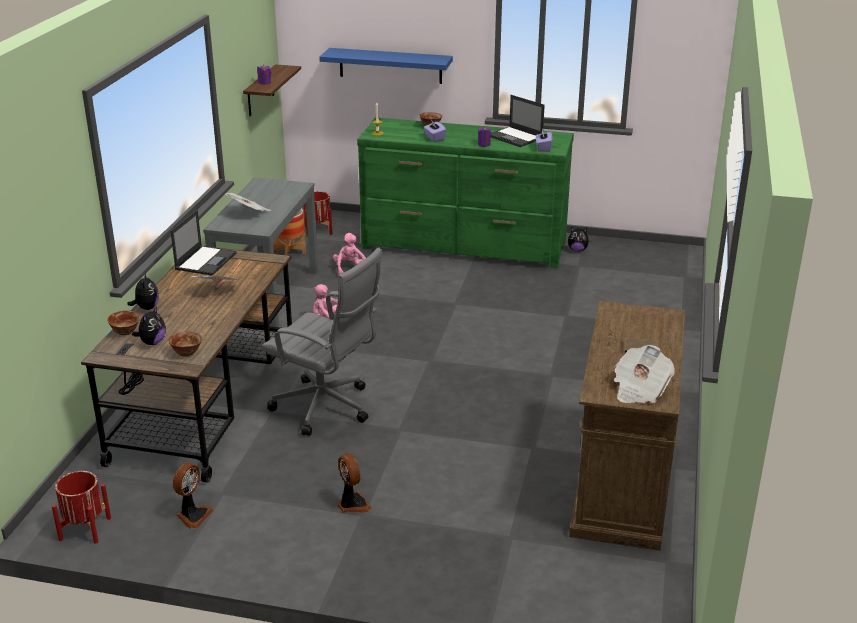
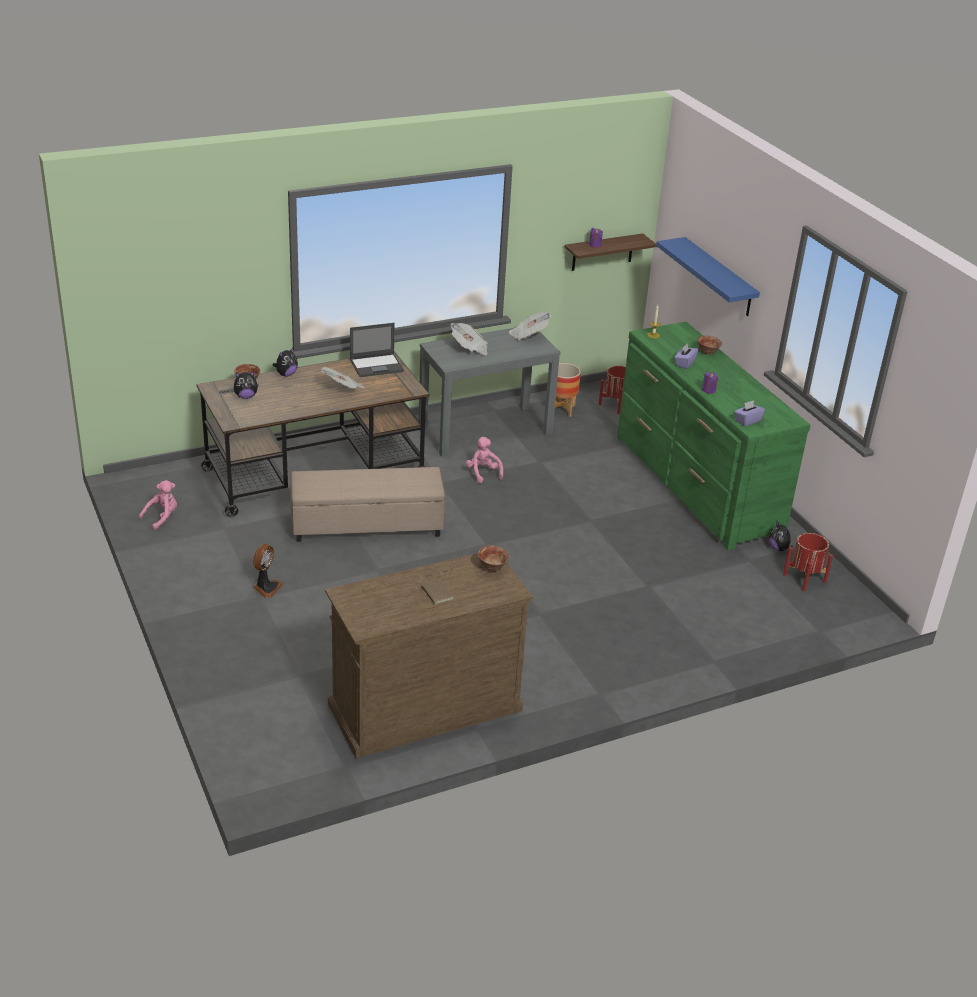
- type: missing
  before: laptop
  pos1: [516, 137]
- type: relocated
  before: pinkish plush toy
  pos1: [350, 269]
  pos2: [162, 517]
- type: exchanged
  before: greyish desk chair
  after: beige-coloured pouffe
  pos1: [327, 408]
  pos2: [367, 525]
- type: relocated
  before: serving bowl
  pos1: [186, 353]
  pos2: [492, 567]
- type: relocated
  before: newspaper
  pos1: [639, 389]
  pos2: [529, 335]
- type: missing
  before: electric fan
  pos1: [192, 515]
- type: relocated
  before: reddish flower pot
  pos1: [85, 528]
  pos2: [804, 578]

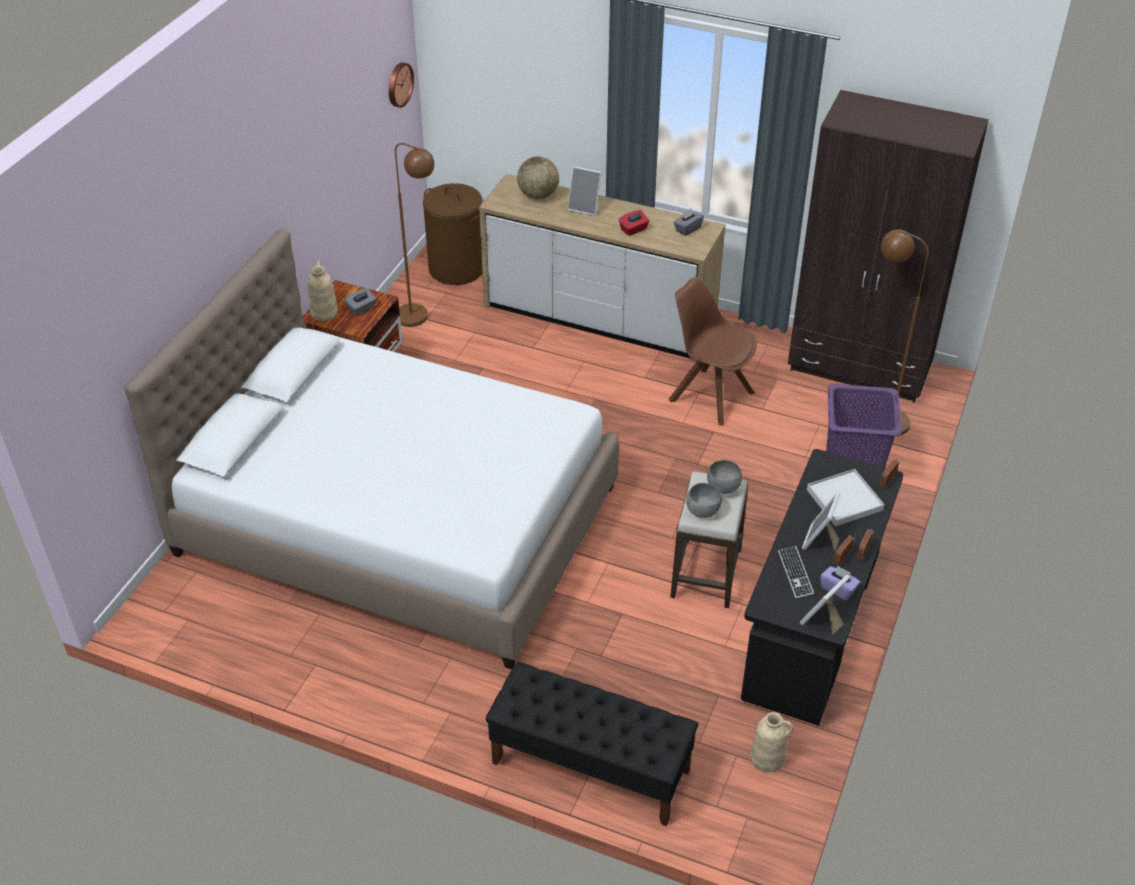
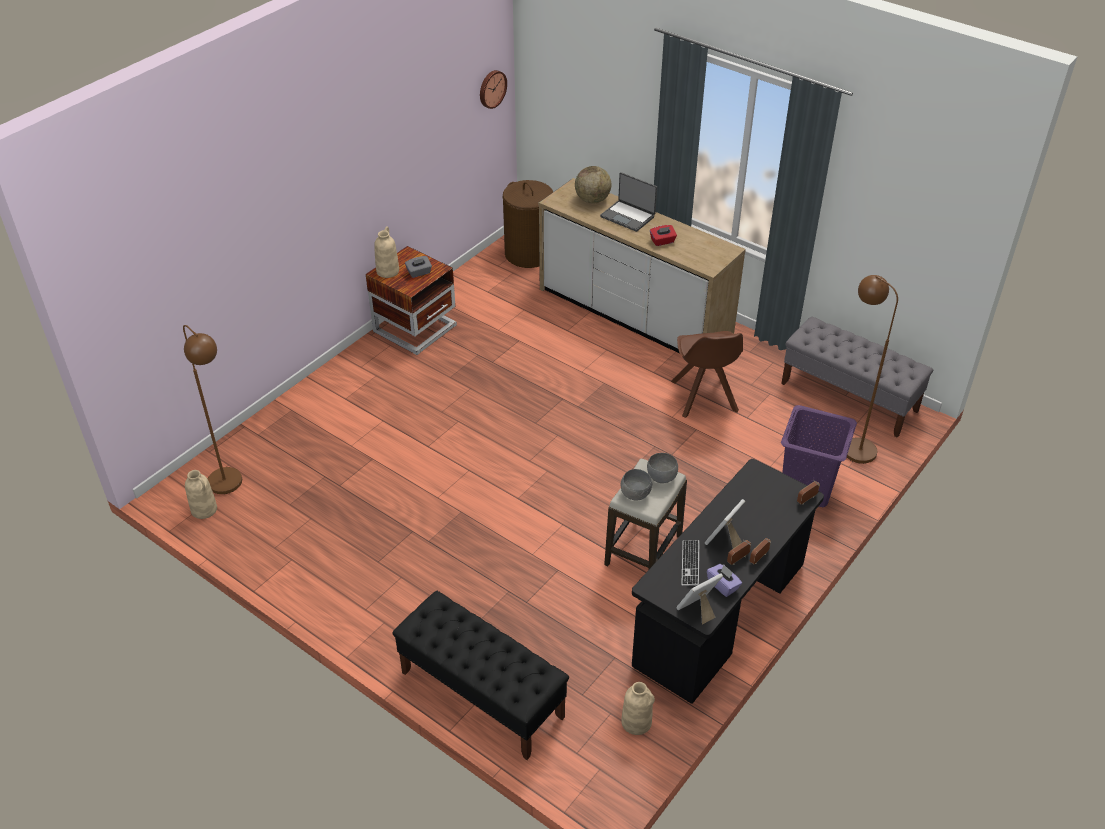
- type: exchanged
  before: brownish armoire
  after: greyish long seat
  pos1: [860, 368]
  pos2: [849, 397]
- type: relocated
  before: brownish standing lamp
  pos1: [419, 320]
  pos2: [231, 488]
- type: exchanged
  before: picture frame
  after: laptop
  pos1: [585, 207]
  pos2: [628, 216]
- type: missing
  before: greyish tissue holder
  pos1: [687, 229]
- type: missing
  before: white-coloured bed
  pos1: [397, 519]
- type: spun
  before: brownish plain chair
  pos1: [709, 395]
  pos2: [704, 397]
  turn: -150
- type: missing
  before: white-coloured serving tray
  pos1: [844, 500]
- type: appeared
  after: beige-coloured decorative vase
  pos2: [204, 509]

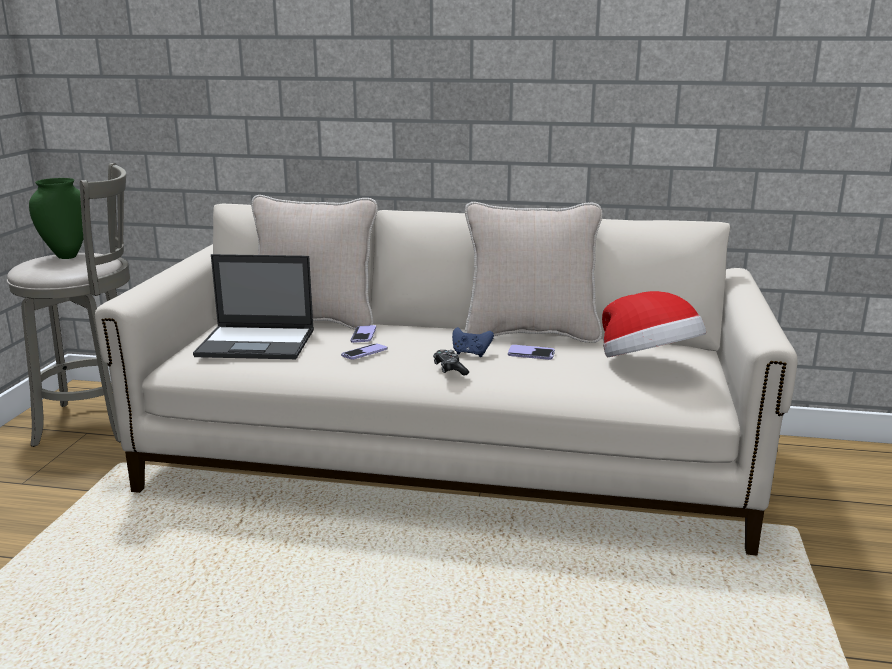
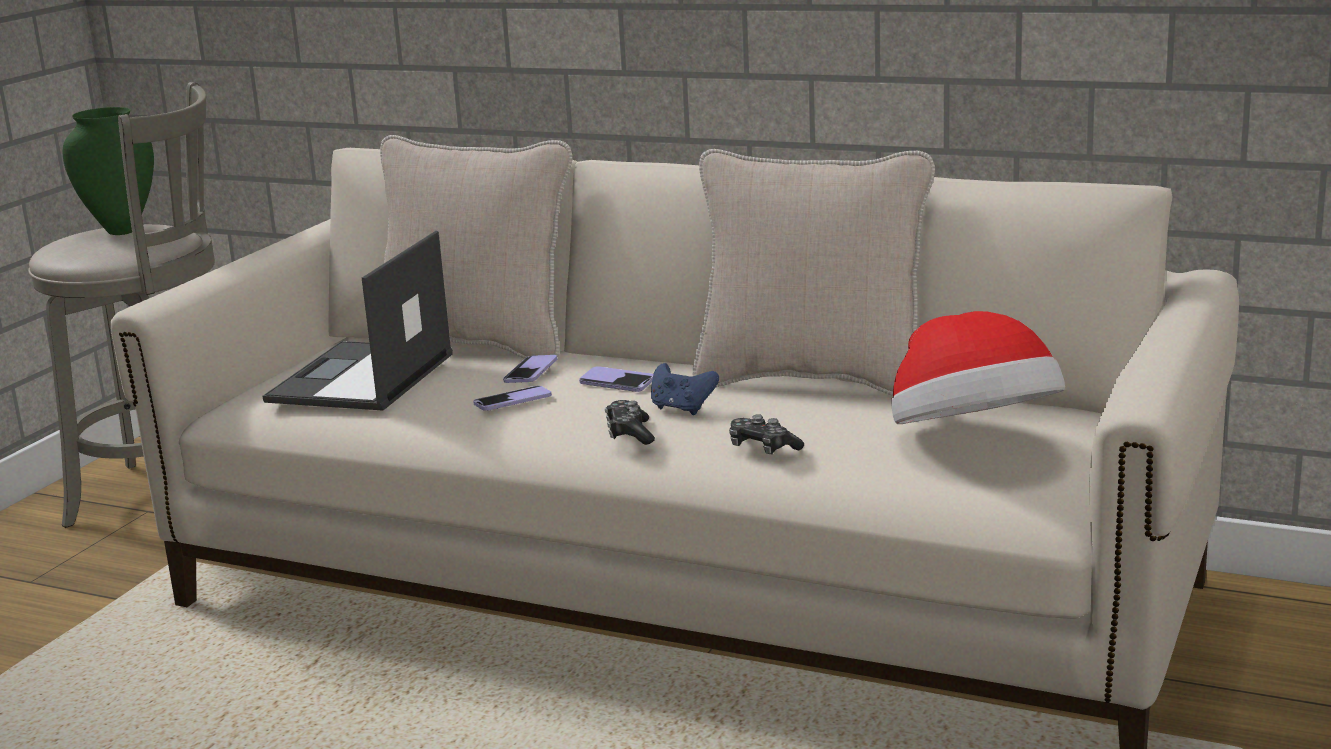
- type: spun
  before: laptop
  pos1: [258, 343]
  pos2: [361, 378]
  turn: 90
- type: relocated
  before: telephone
  pos1: [531, 354]
  pos2: [617, 382]
- type: appeared
  after: gamepad
  pos2: [763, 448]

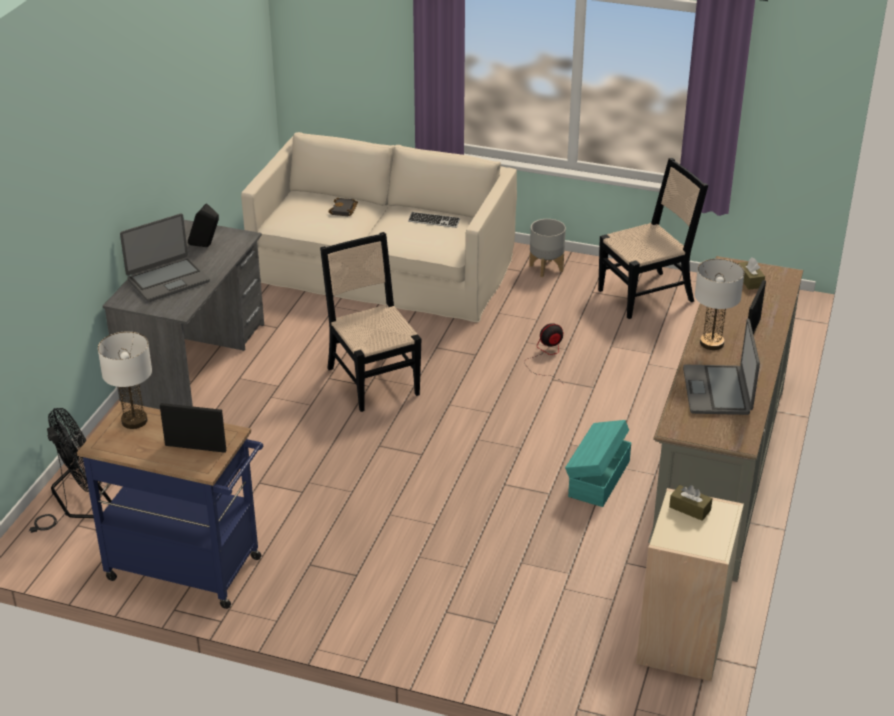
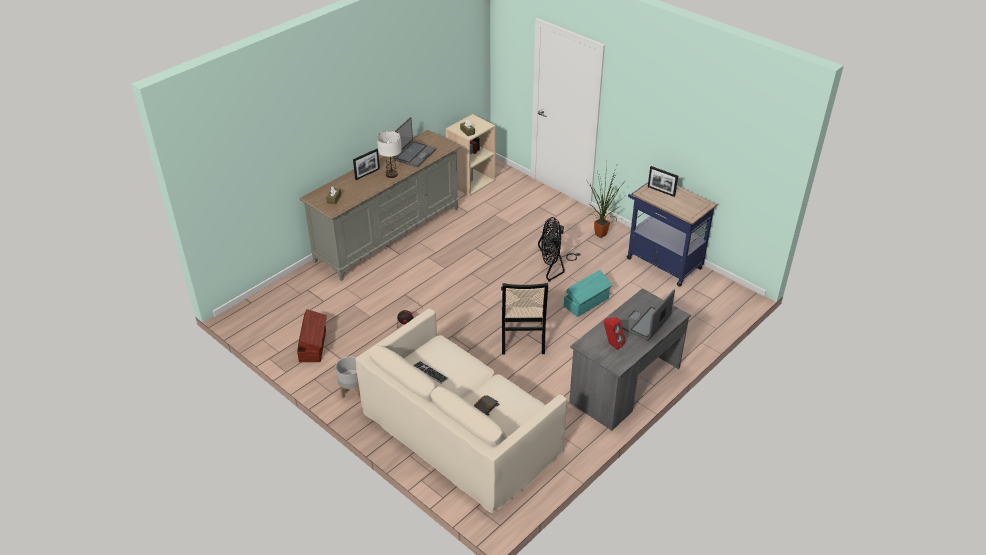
- type: exchanged
  before: plain chair
  after: brownish storage container
  pos1: [645, 296]
  pos2: [313, 345]
- type: colour
  before: black-coloured speaker
  after: reddish speaker
  pos1: [206, 246]
  pos2: [612, 344]
- type: spun
  before: laptop
  pos1: [167, 280]
  pos2: [645, 322]
  turn: -45
- type: missing
  before: table lamp
  pos1: [135, 421]
- type: relocated
  before: black-coloured electric fan
  pos1: [74, 501]
  pos2: [554, 263]
- type: relocated
  before: blue-green storage container
  pos1: [597, 479]
  pos2: [587, 302]
- type: appeared
  after: houseplant
  pos2: [602, 236]

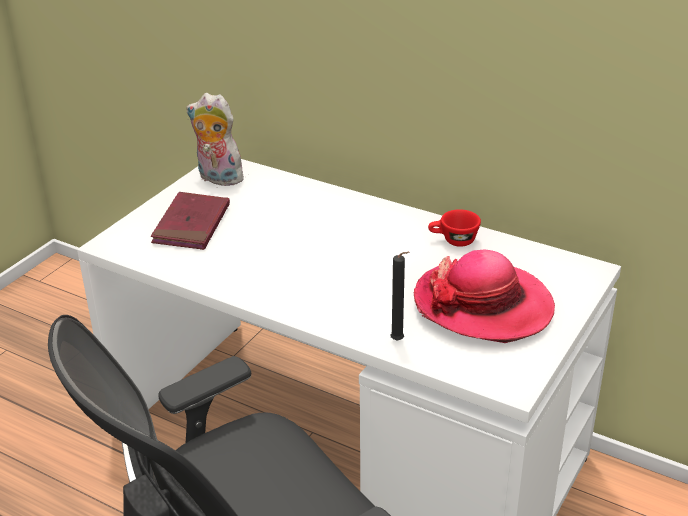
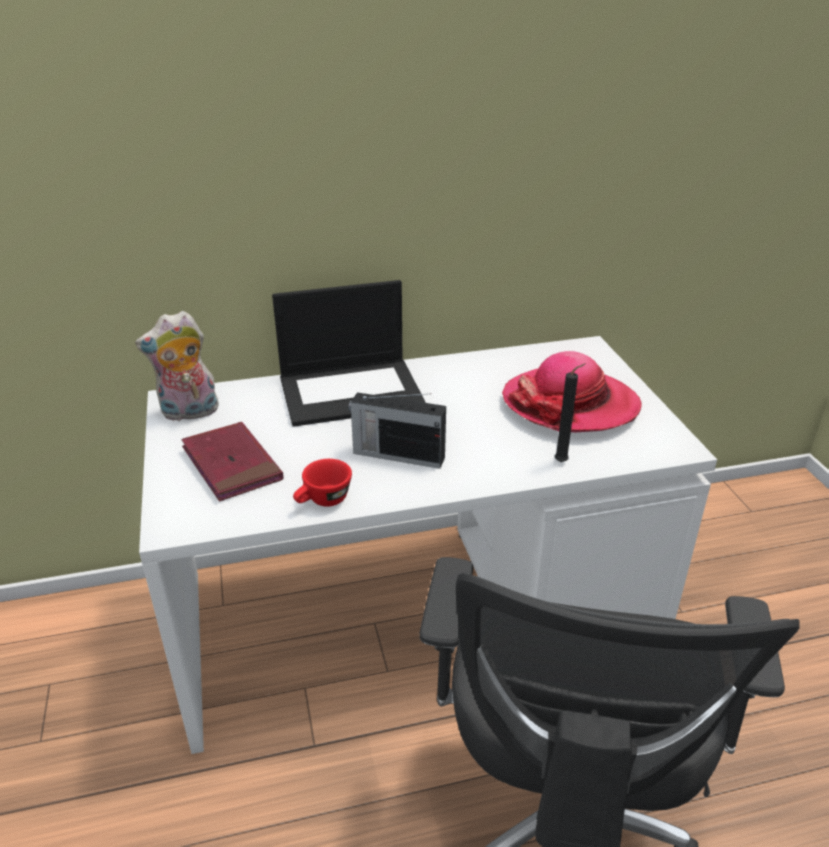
- type: relocated
  before: reddish cup
  pos1: [453, 241]
  pos2: [323, 501]
- type: appeared
  after: laptop
  pos2: [352, 391]
- type: appeared
  after: radio set
  pos2: [397, 455]

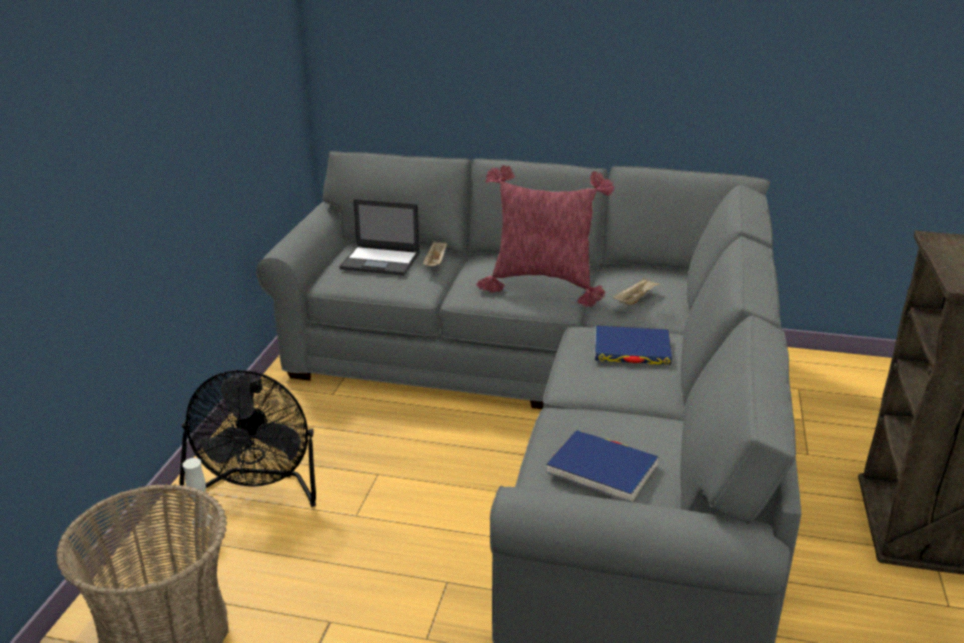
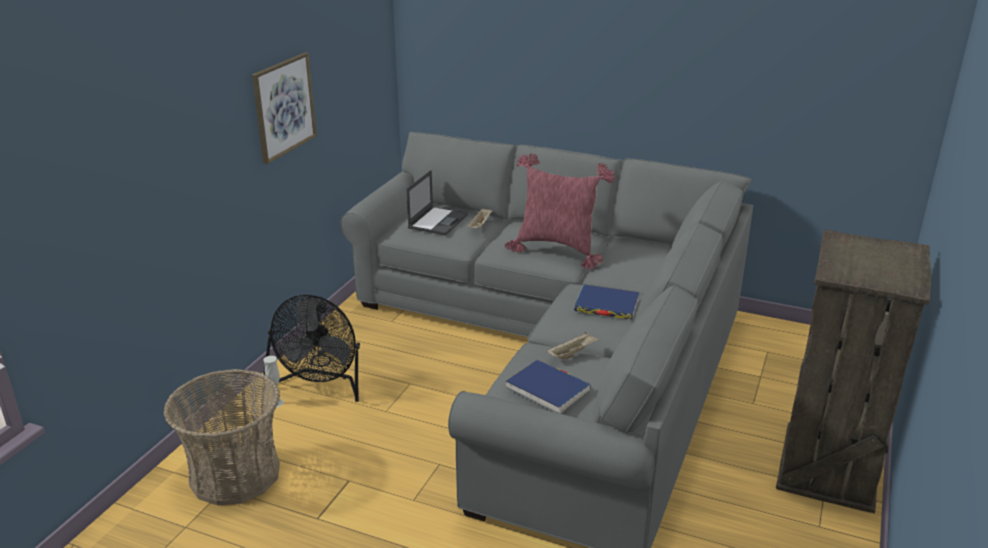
- type: spun
  before: laptop
  pos1: [381, 261]
  pos2: [438, 221]
  turn: -90
- type: relocated
  before: beige-coloured serving tray
  pos1: [635, 299]
  pos2: [572, 353]
- type: appeared
  after: wall art
  pos2: [284, 107]

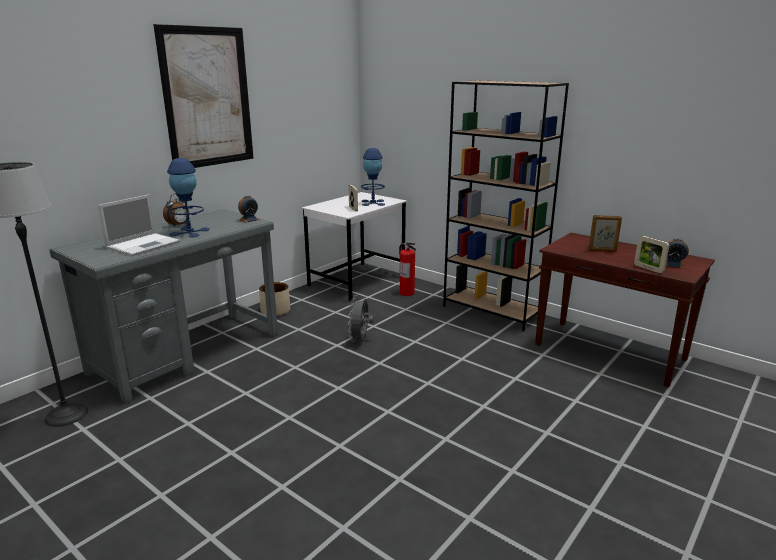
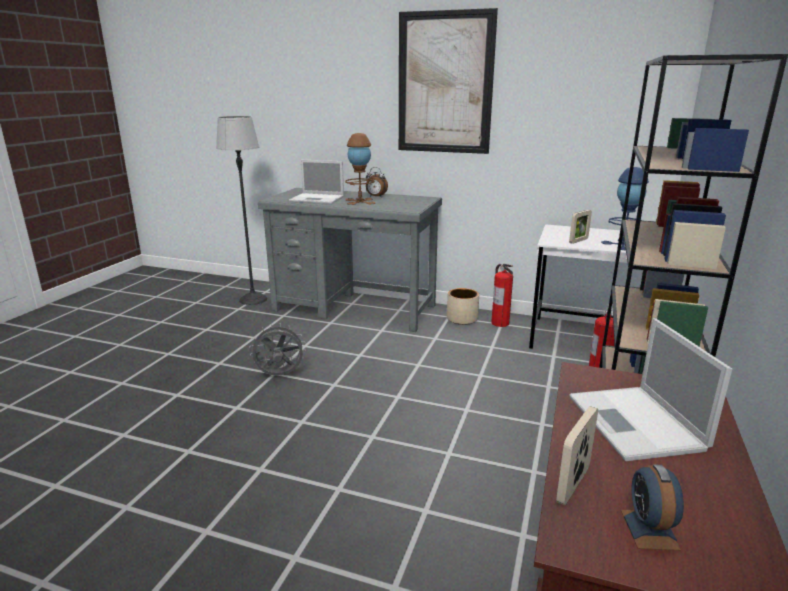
- type: colour
  before: blue table lamp
  after: brownish table lamp
  pos1: [189, 232]
  pos2: [360, 201]
- type: missing
  before: table clock
  pos1: [249, 219]
- type: exchanged
  before: picture frame
  after: laptop
  pos1: [602, 250]
  pos2: [637, 424]
- type: relocated
  before: greyish electric fan
  pos1: [360, 339]
  pos2: [279, 375]
- type: appeared
  after: extinguisher
  pos2: [500, 323]

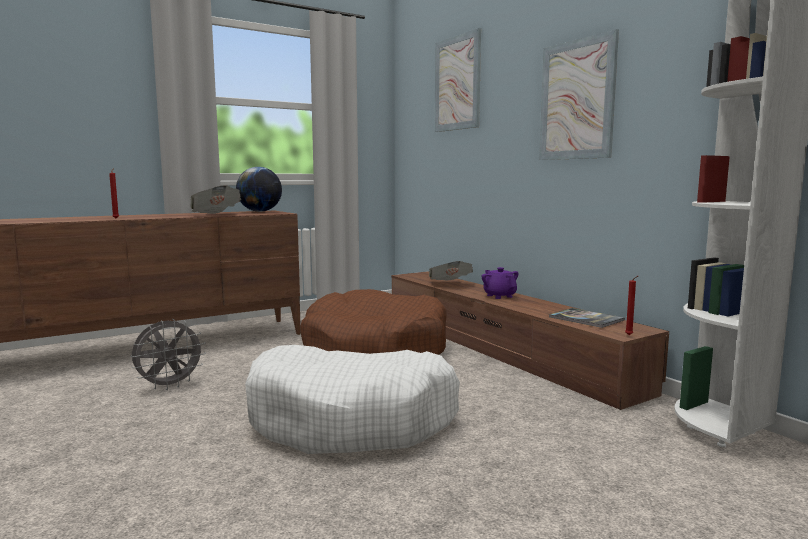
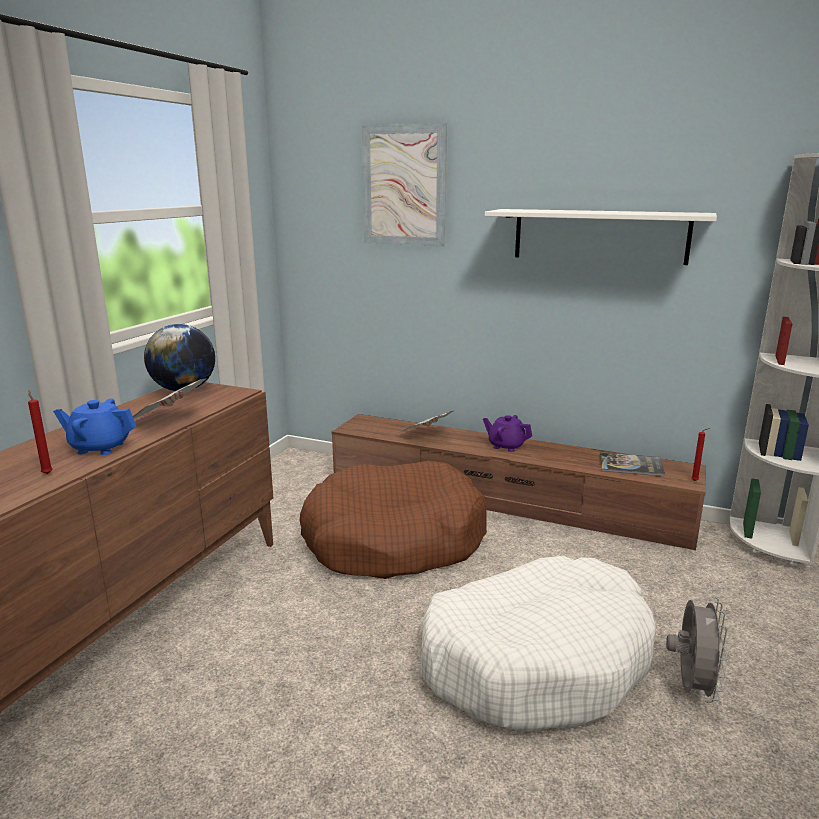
- type: exchanged
  before: wall art
  after: white-coloured wall shelf
  pos1: [576, 100]
  pos2: [599, 236]
- type: relocated
  before: greyish electric fan
  pos1: [169, 386]
  pos2: [691, 687]
- type: appeared
  after: blue tea pot
  pos2: [100, 447]

